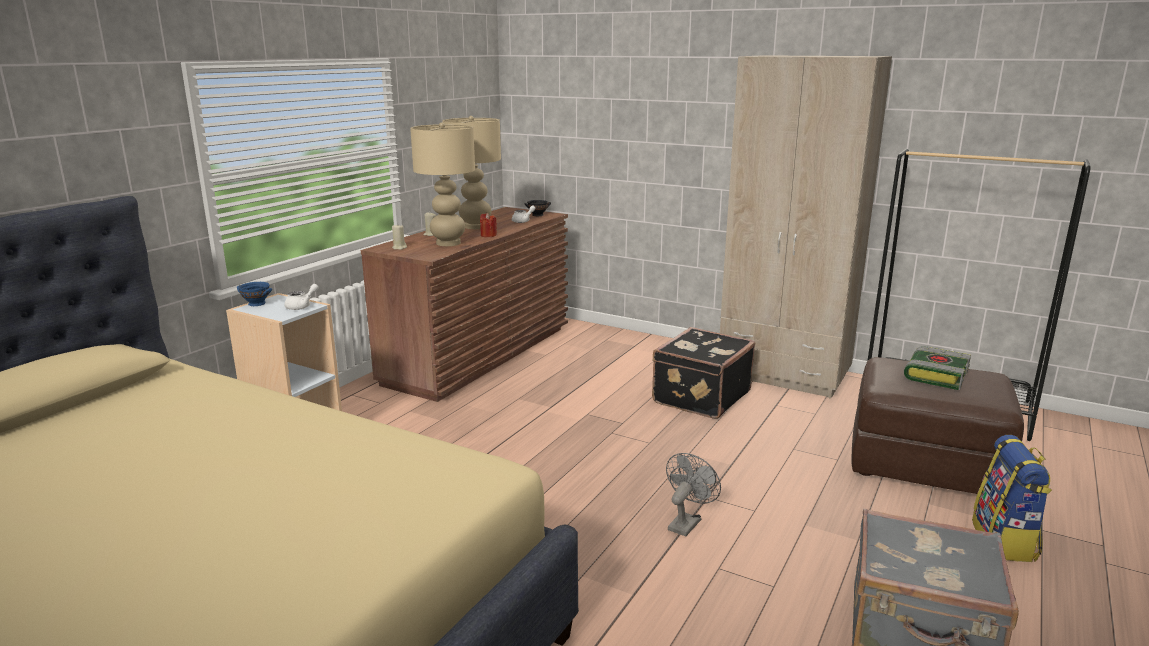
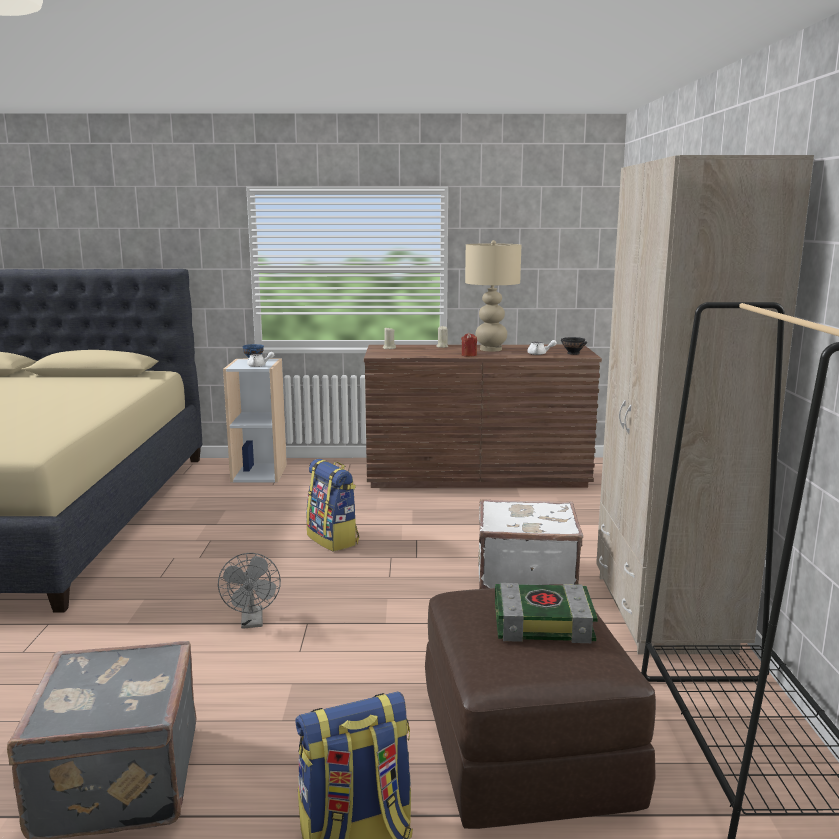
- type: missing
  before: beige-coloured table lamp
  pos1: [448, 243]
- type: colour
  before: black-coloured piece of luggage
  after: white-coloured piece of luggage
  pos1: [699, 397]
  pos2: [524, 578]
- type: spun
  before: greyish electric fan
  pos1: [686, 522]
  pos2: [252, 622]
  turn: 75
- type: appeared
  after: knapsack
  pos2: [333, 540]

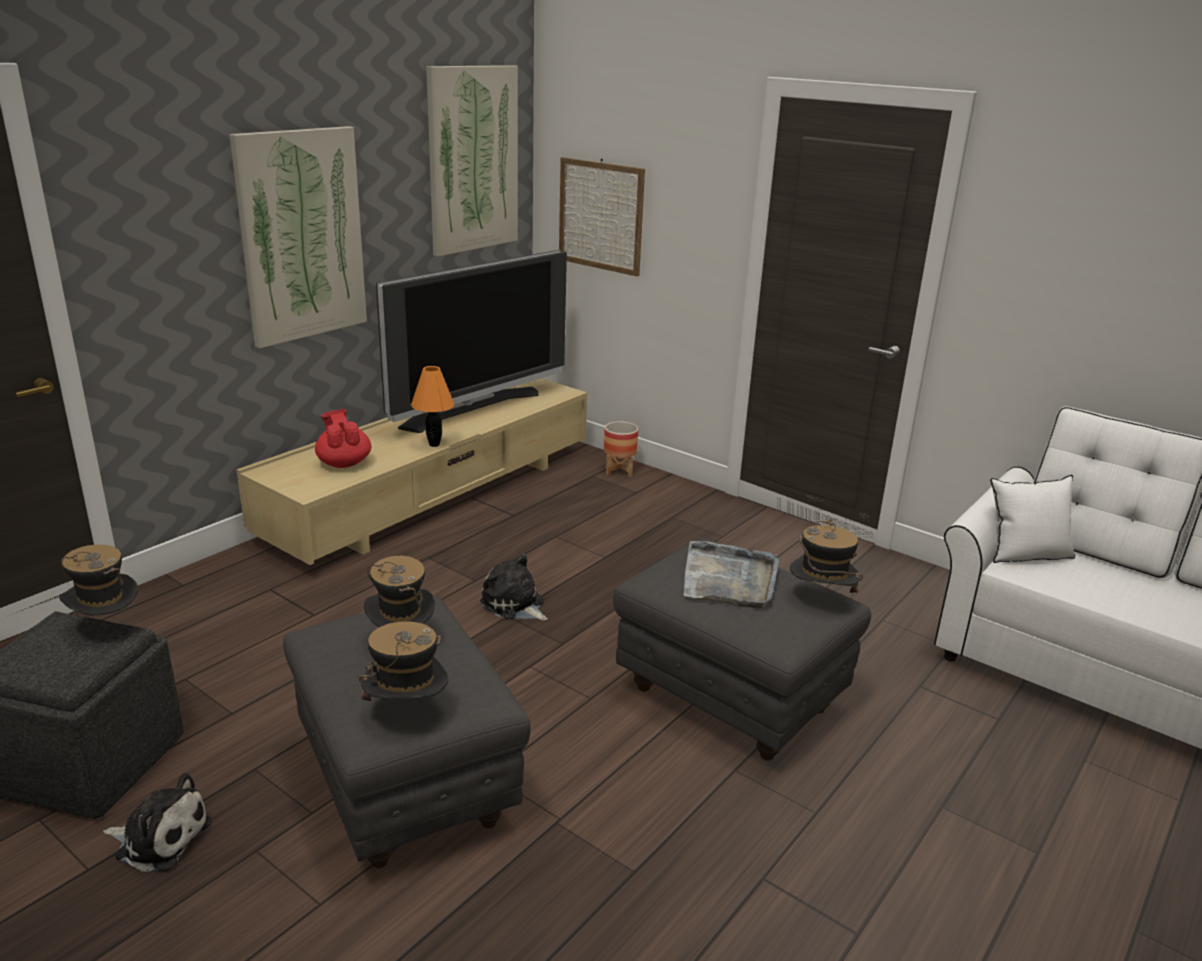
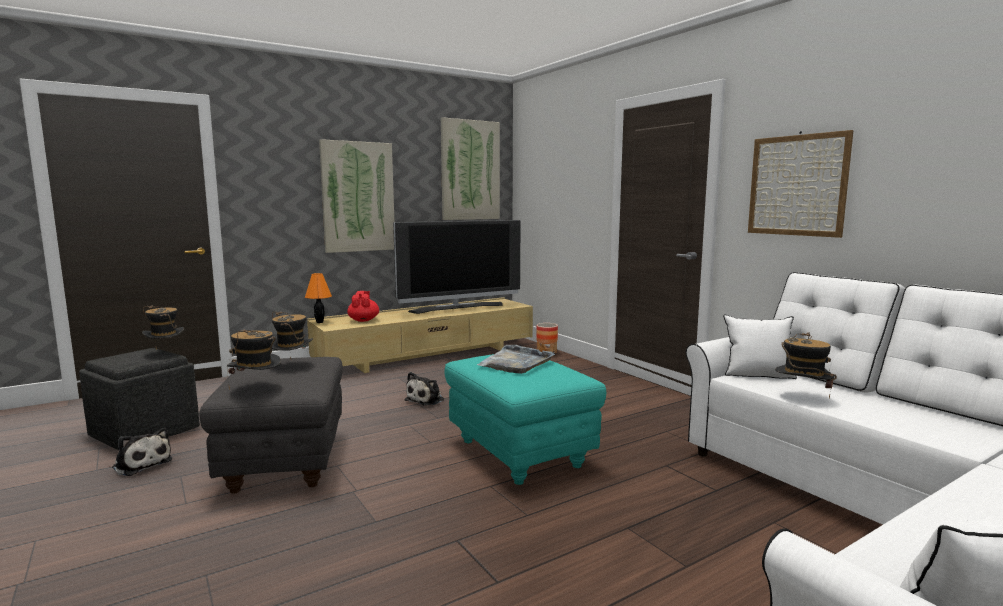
- type: relocated
  before: wall art
  pos1: [601, 214]
  pos2: [797, 183]
- type: relocated
  before: orangey table lamp
  pos1: [435, 445]
  pos2: [320, 322]
- type: relocated
  before: hat
  pos1: [820, 601]
  pos2: [801, 397]
- type: colour
  before: greyish pouffe
  after: blue-green pouffe
  pos1: [727, 700]
  pos2: [518, 454]
- type: spun
  before: plush toy
  pos1: [514, 605]
  pos2: [426, 399]
  turn: -120

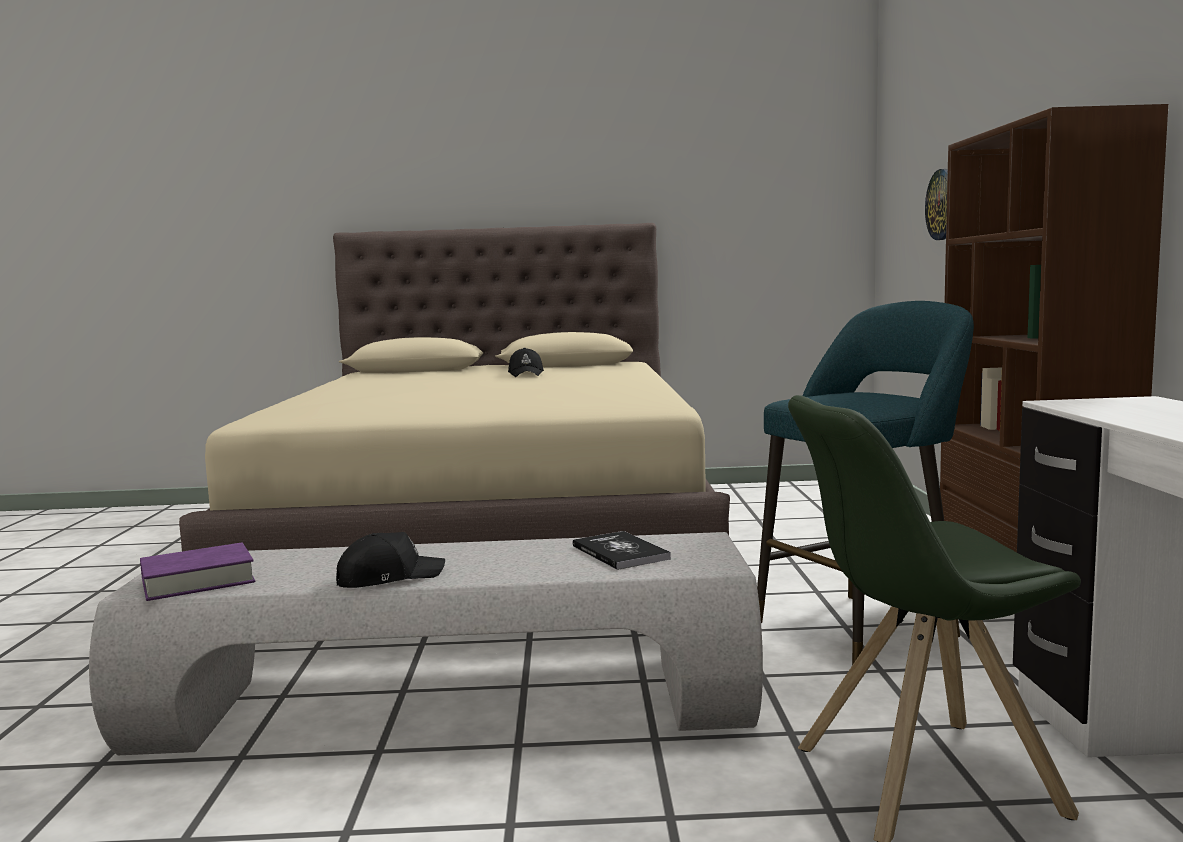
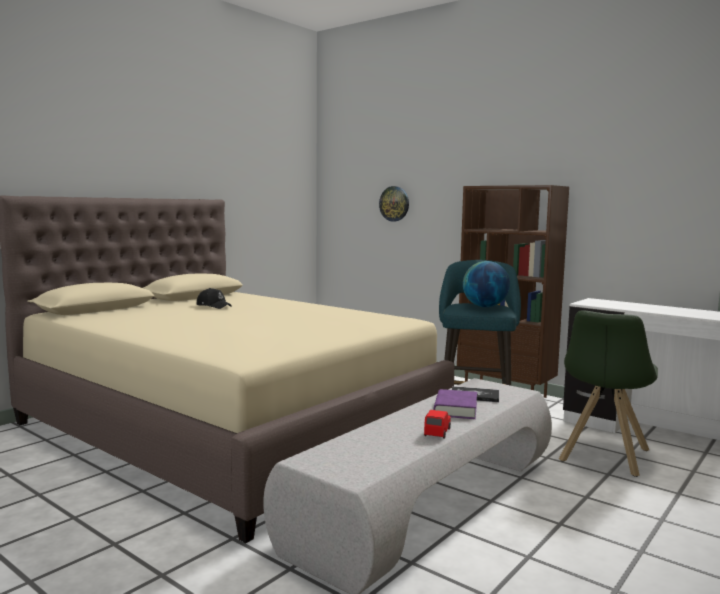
- type: exchanged
  before: black-coloured baseball cap
  after: reddish model car
  pos1: [388, 577]
  pos2: [437, 432]
- type: relocated
  before: purplish volume
  pos1: [198, 580]
  pos2: [455, 409]
- type: appeared
  after: globe
  pos2: [485, 307]

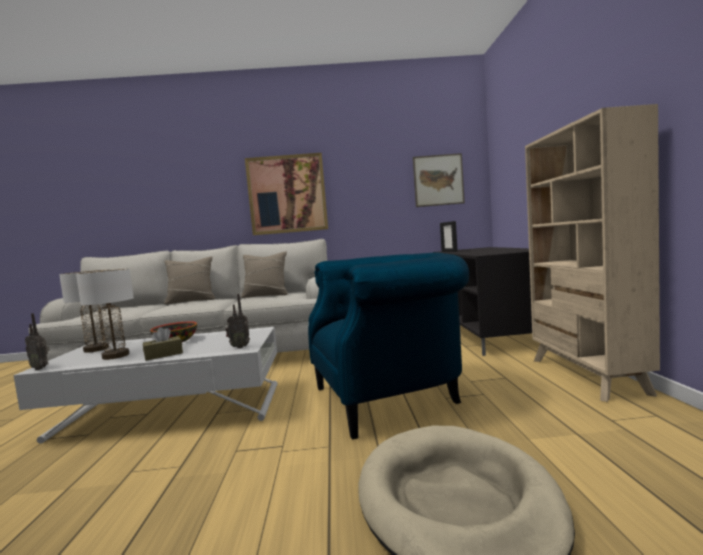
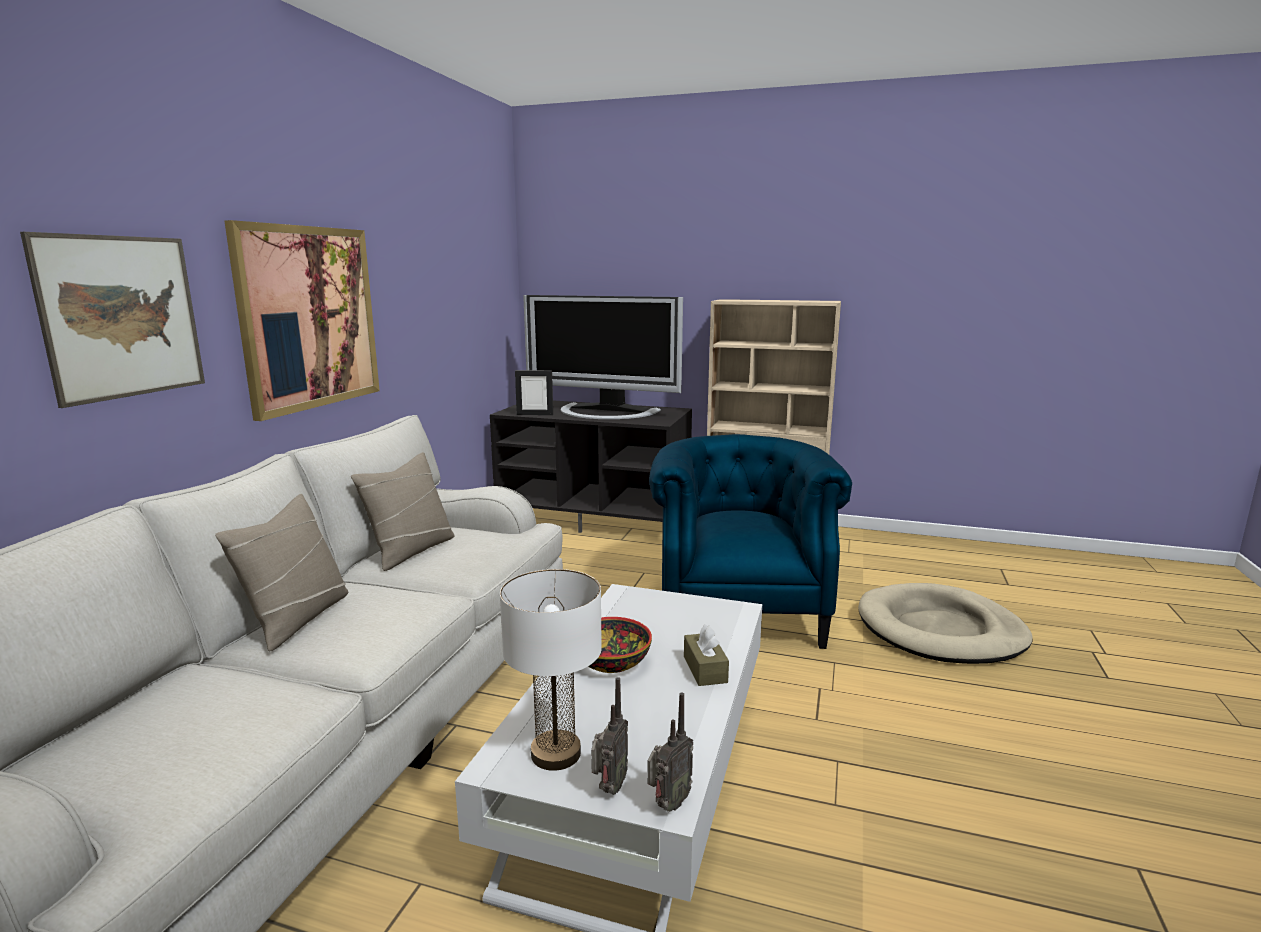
- type: relocated
  before: wall art
  pos1: [438, 180]
  pos2: [122, 317]
- type: missing
  before: table lamp
  pos1: [115, 356]
- type: relocated
  before: radio set
  pos1: [239, 347]
  pos2: [609, 789]
- type: appeared
  after: TV set
  pos2: [605, 412]

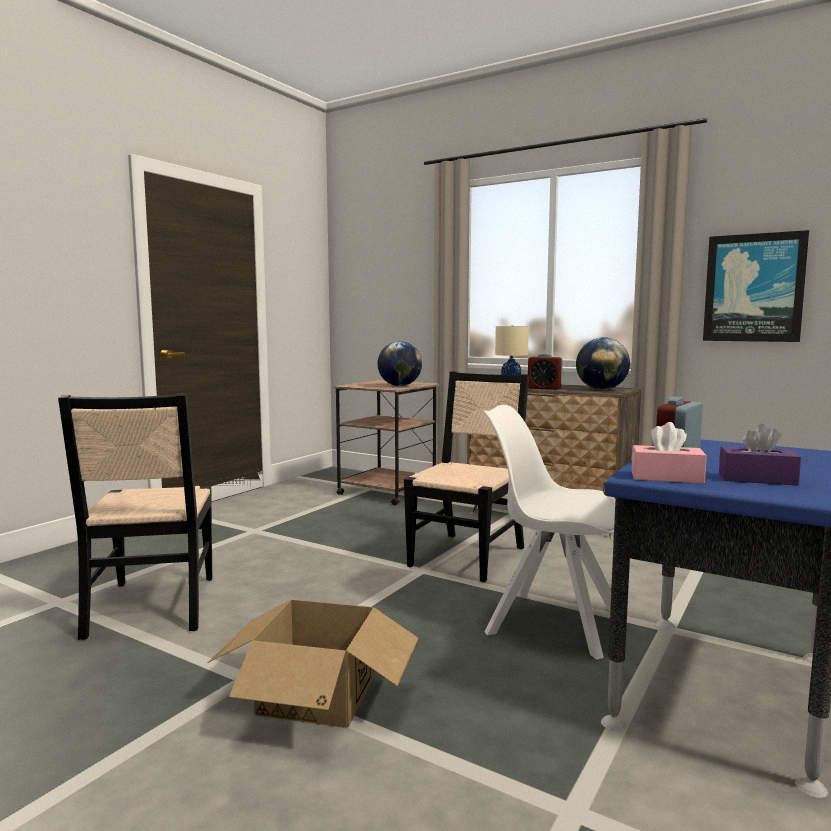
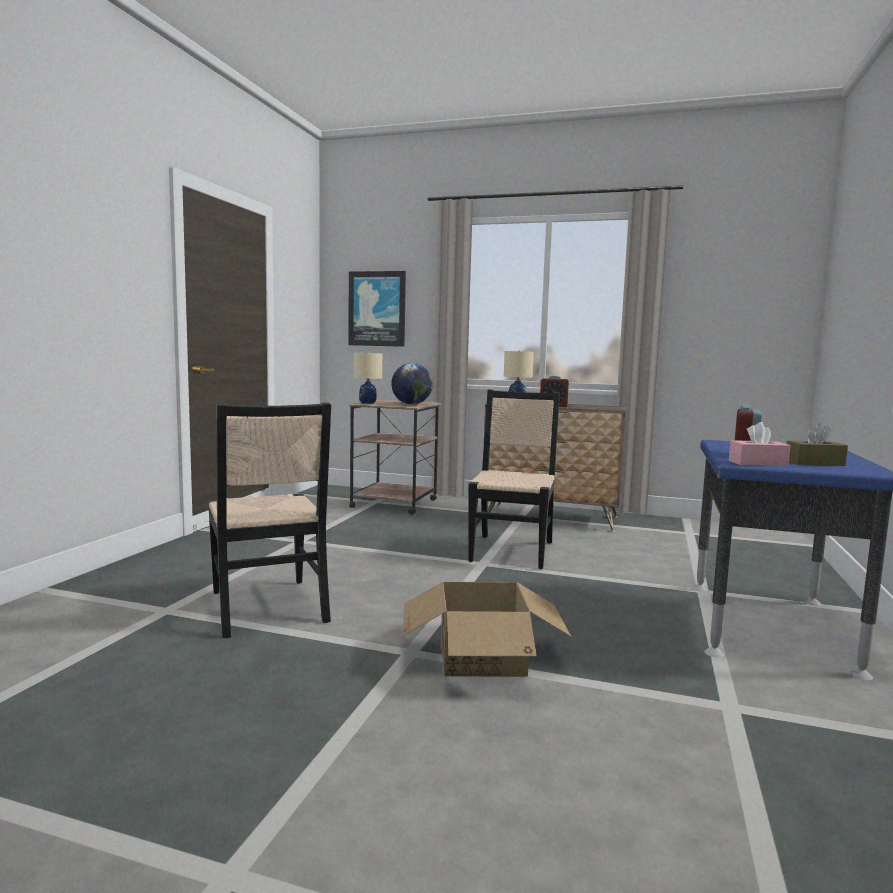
- type: relocated
  before: wall art
  pos1: [753, 288]
  pos2: [377, 309]
- type: missing
  before: globe
  pos1: [601, 389]
- type: missing
  before: white-coloured plain chair
  pos1: [551, 621]
- type: colour
  before: purplish tissue holder
  after: brownish tissue holder
  pos1: [757, 479]
  pos2: [814, 463]
- type: appeared
  after: beige-coloured table lamp
  pos2: [366, 403]

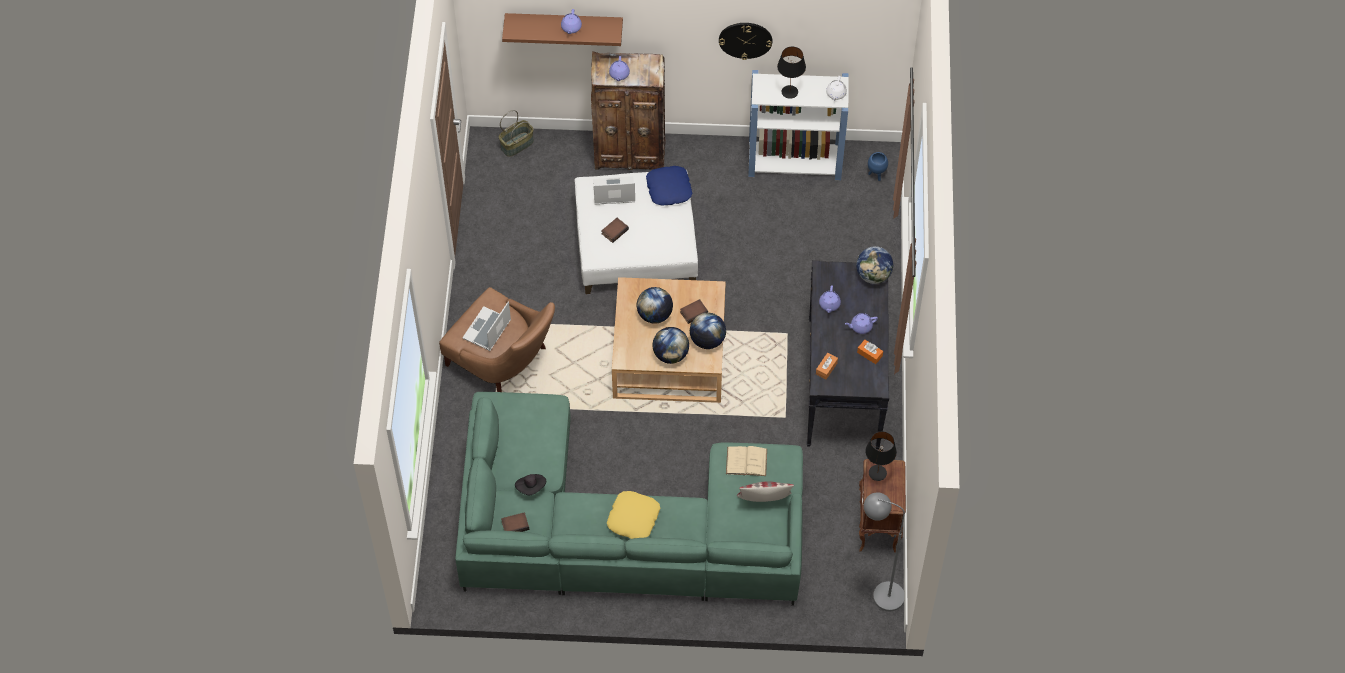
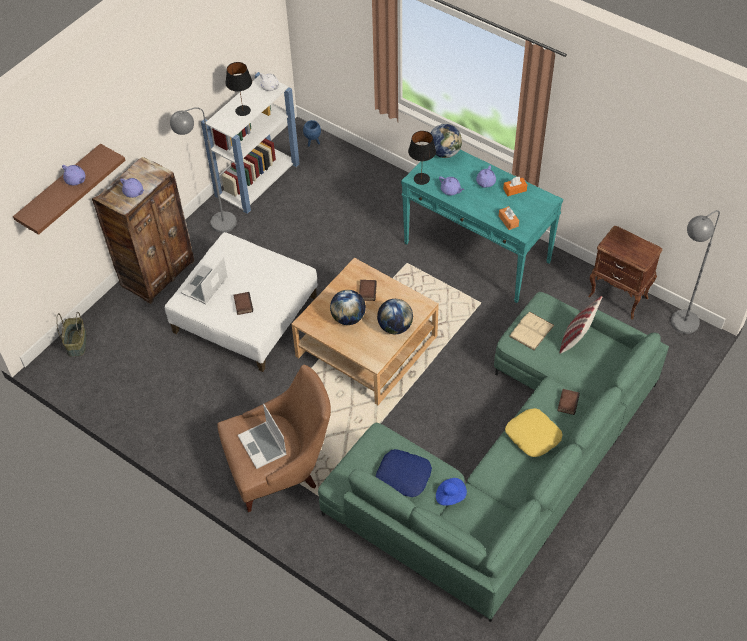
- type: missing
  before: hanging clock
  pos1: [745, 39]
- type: relocated
  before: blue throw pillow
  pos1: [668, 189]
  pos2: [403, 476]
- type: colour
  before: black-coloured hall table
  after: blue-green hall table
  pos1: [843, 383]
  pos2: [477, 253]
- type: missing
  before: globe
  pos1: [707, 340]
- type: relocated
  before: black-coloured table lamp
  pos1: [877, 473]
  pos2: [421, 179]
- type: colour
  before: black-coloured hat
  after: blue hat
  pos1: [531, 487]
  pos2: [450, 495]
- type: relocated
  before: volume
  pos1: [515, 524]
  pos2: [567, 402]
- type: appeared
  after: greyish standing lamp
  pos2: [216, 226]

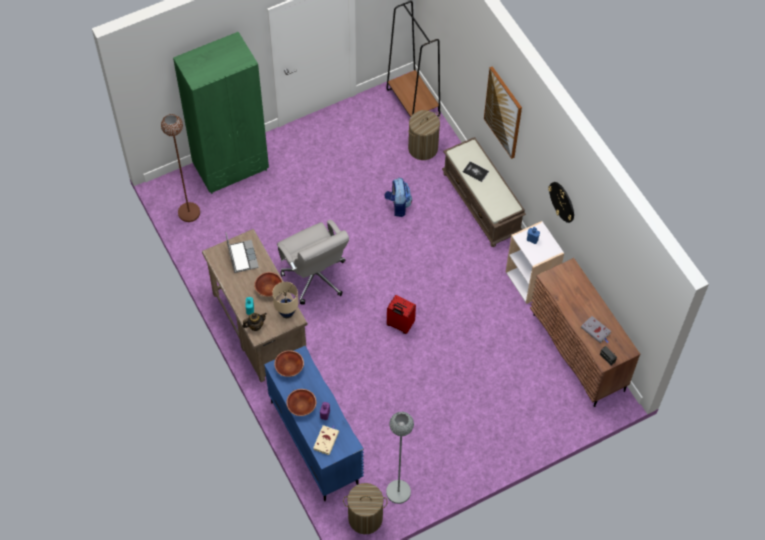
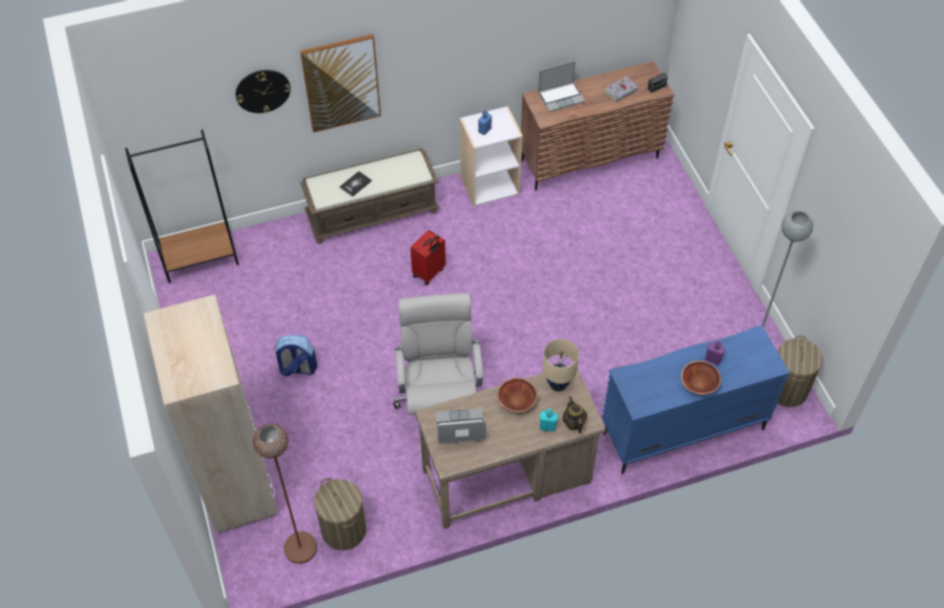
- type: colour
  before: greenish armoire
  after: beige-coloured armoire
  pos1: [232, 168]
  pos2: [238, 483]
- type: relocated
  before: washing basket
  pos1: [423, 148]
  pos2: [343, 529]
- type: relocated
  before: knapsack
  pos1: [398, 205]
  pos2: [297, 368]
- type: relocated
  before: hanging clock
  pos1: [562, 201]
  pos2: [262, 90]
- type: spun
  before: greyish desk chair
  pos1: [315, 276]
  pos2: [440, 401]
  turn: -75
- type: relocated
  before: reddish piece of luggage
  pos1: [400, 325]
  pos2: [429, 273]
- type: missing
  before: brownish serving bowl
  pos1: [289, 367]
- type: missing
  before: beige-coloured volume
  pos1: [326, 440]
- type: appeared
  after: laptop
  pos2: [561, 97]

